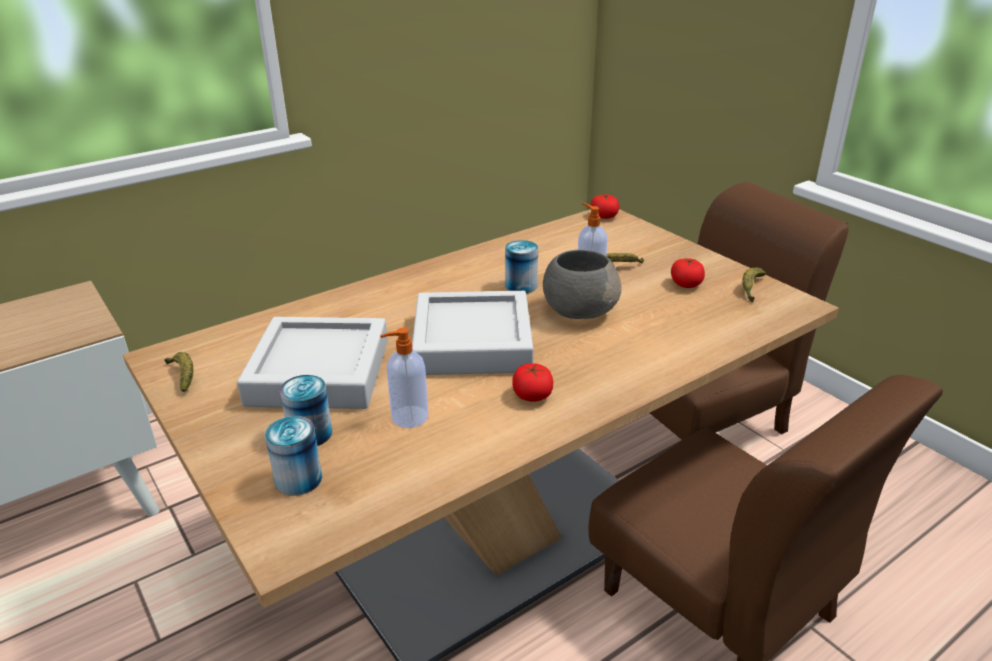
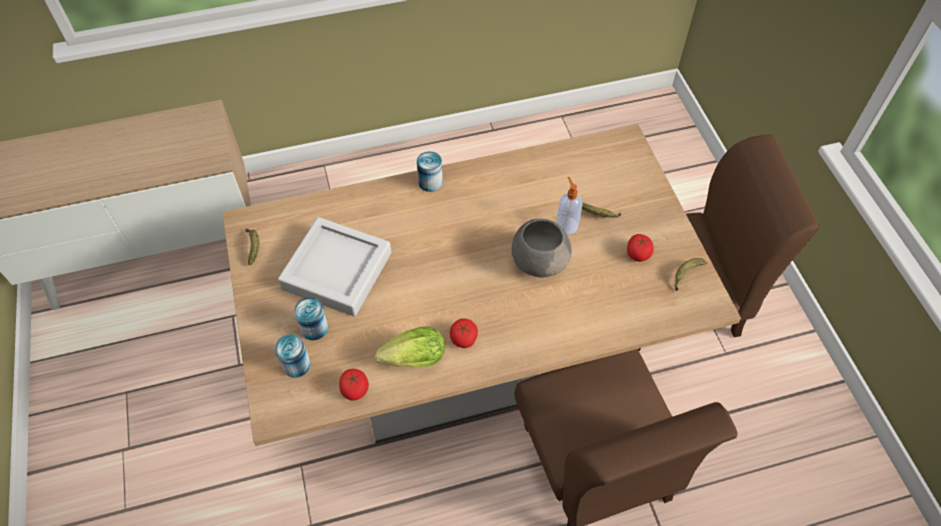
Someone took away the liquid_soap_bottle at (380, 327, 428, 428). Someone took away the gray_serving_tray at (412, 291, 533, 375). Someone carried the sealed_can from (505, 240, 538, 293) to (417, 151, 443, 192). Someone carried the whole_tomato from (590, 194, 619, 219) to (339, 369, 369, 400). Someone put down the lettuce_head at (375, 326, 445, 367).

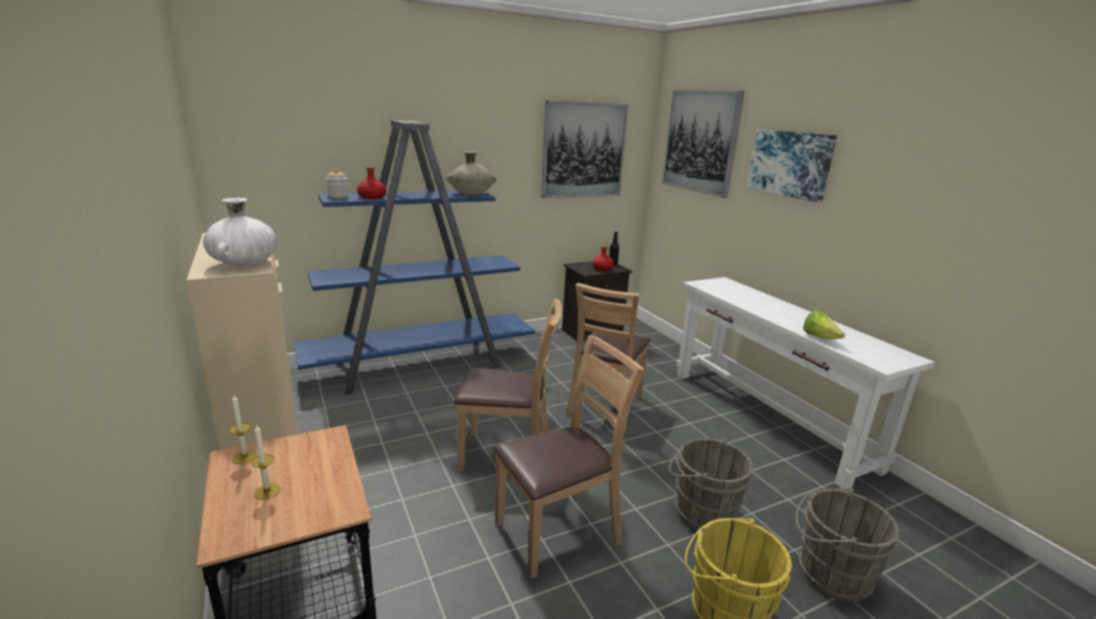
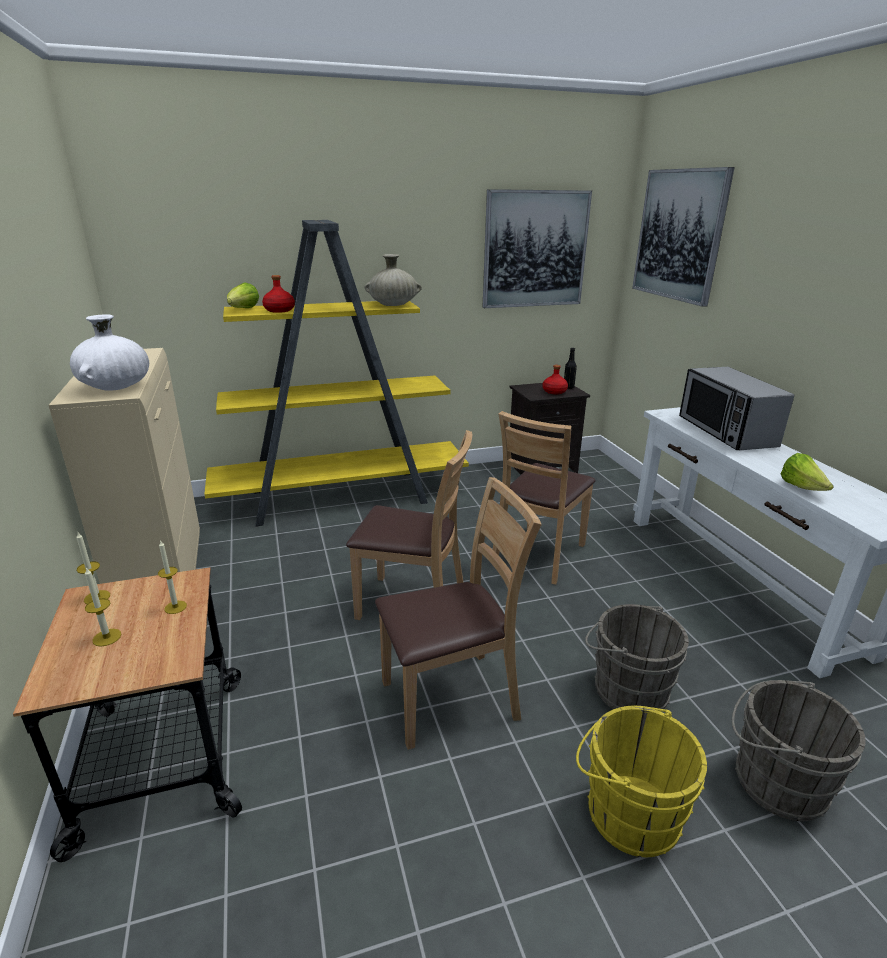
Someone repainted the blue-coloured_shelving_unit at (294, 120, 535, 394), which became the yellow-coloured_shelving_unit at (204, 220, 469, 526). Someone swapped the preserve_jar at (326, 169, 349, 198) for the lettuce_head at (227, 282, 259, 308). Someone took away the wall_art at (747, 129, 837, 203). Someone put down the candle at (158, 540, 187, 614). Someone put down the kitchen_microwave at (679, 367, 794, 450).

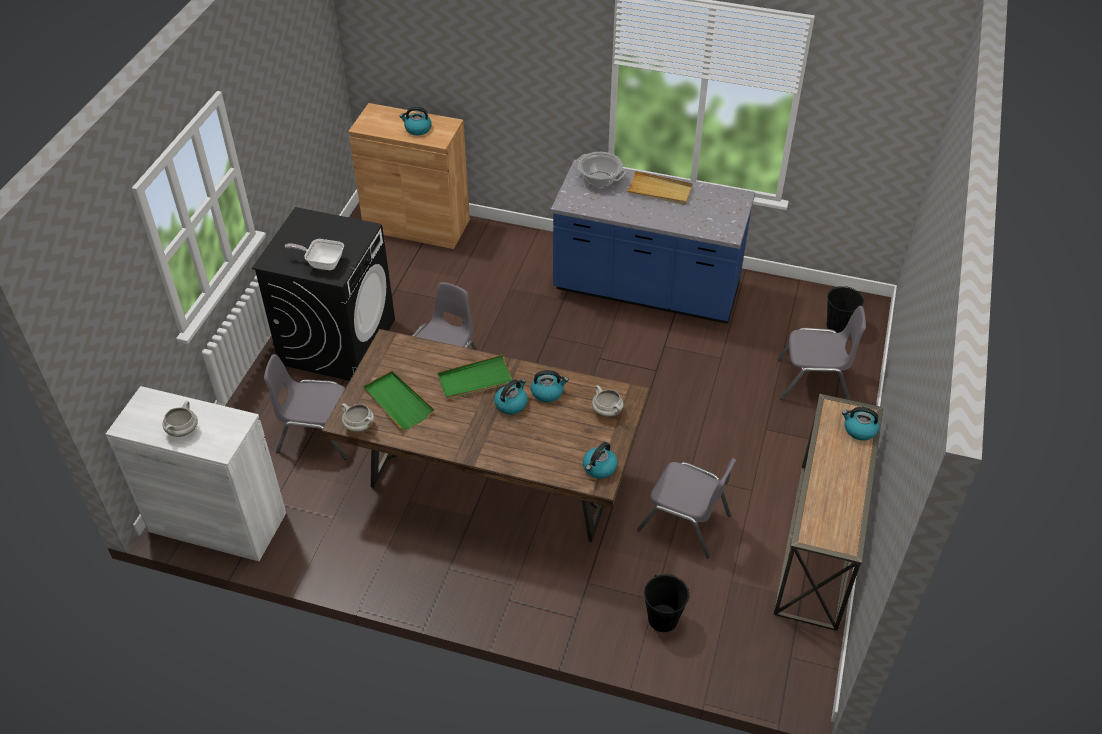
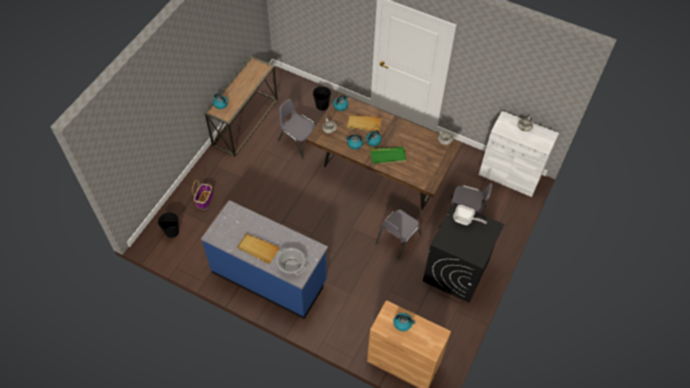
Someone took away the green_serving_tray at (364, 371, 434, 430). Someone swapped the gray_upright_chair at (777, 306, 866, 400) for the household_basket at (192, 180, 213, 210). Someone put down the beige-coloured_serving_tray at (346, 114, 382, 132).

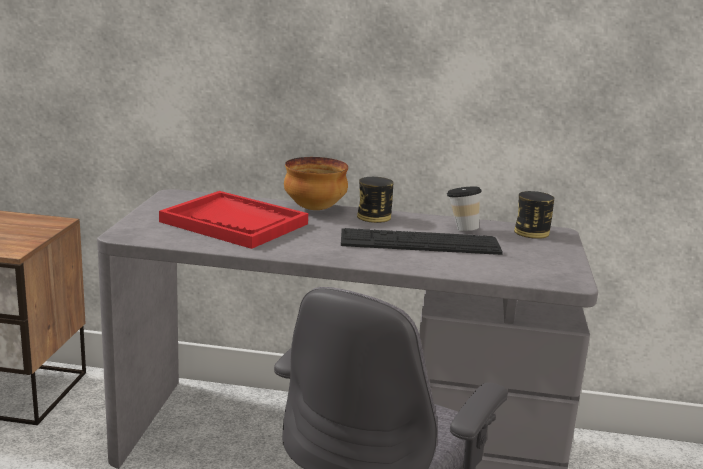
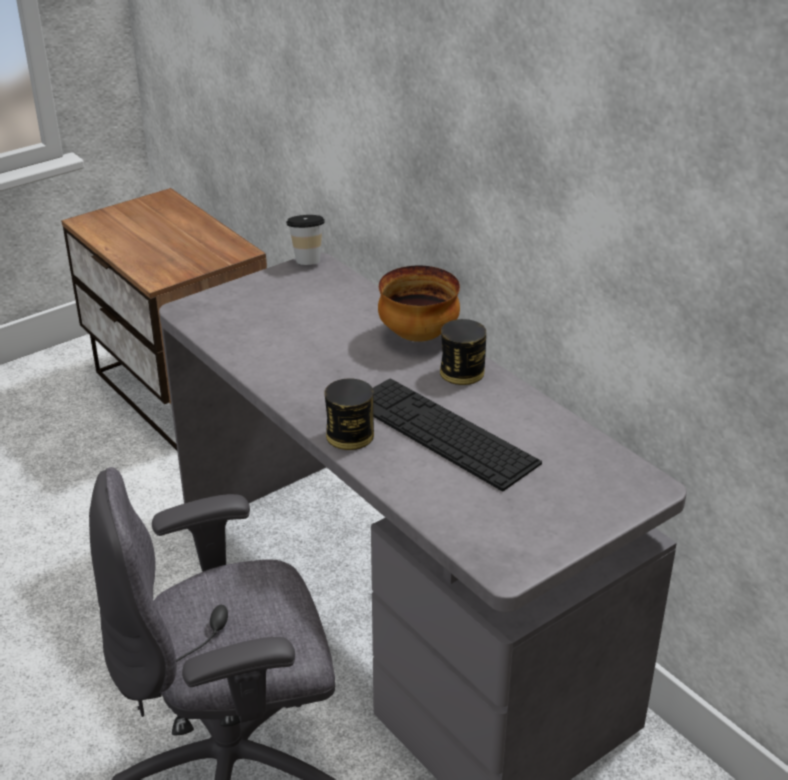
Someone took away the red_serving_tray at (159, 191, 308, 249). Someone carried the drinking_cup from (447, 186, 482, 231) to (286, 215, 325, 265). Someone carried the sealed_can from (514, 191, 554, 239) to (324, 378, 374, 450).

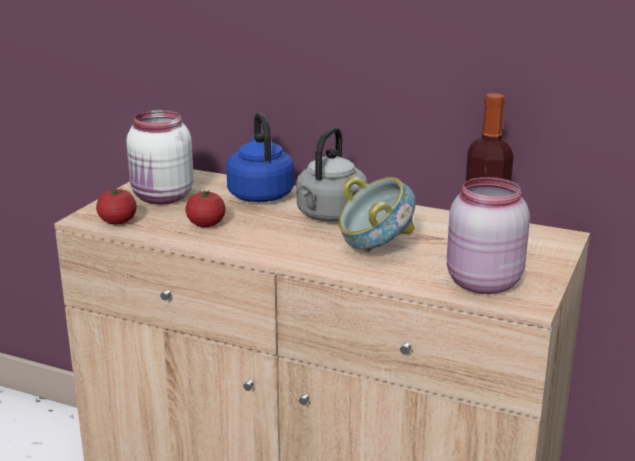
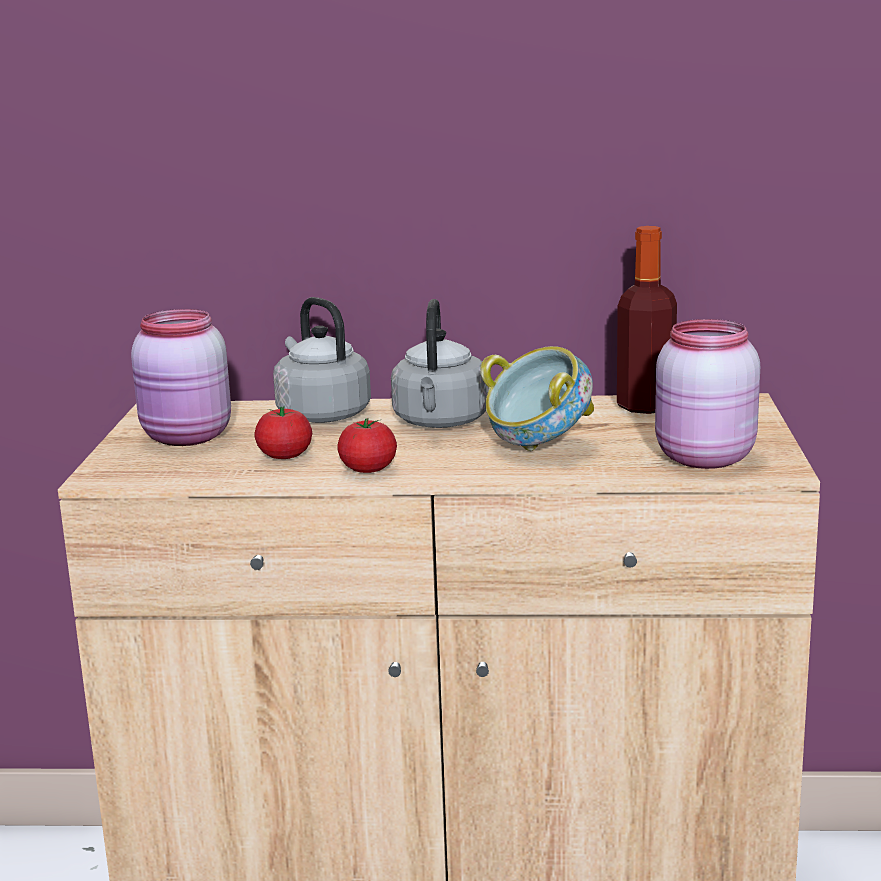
Someone carried the whole_tomato from (96, 188, 137, 225) to (337, 418, 397, 473). Someone repainted the white-coloured_preserve_jar at (126, 110, 194, 204), which became the pink-coloured_preserve_jar at (131, 309, 231, 446). Someone repainted the blue-coloured_kettle at (226, 112, 294, 202), which became the gray_kettle at (273, 297, 371, 423).

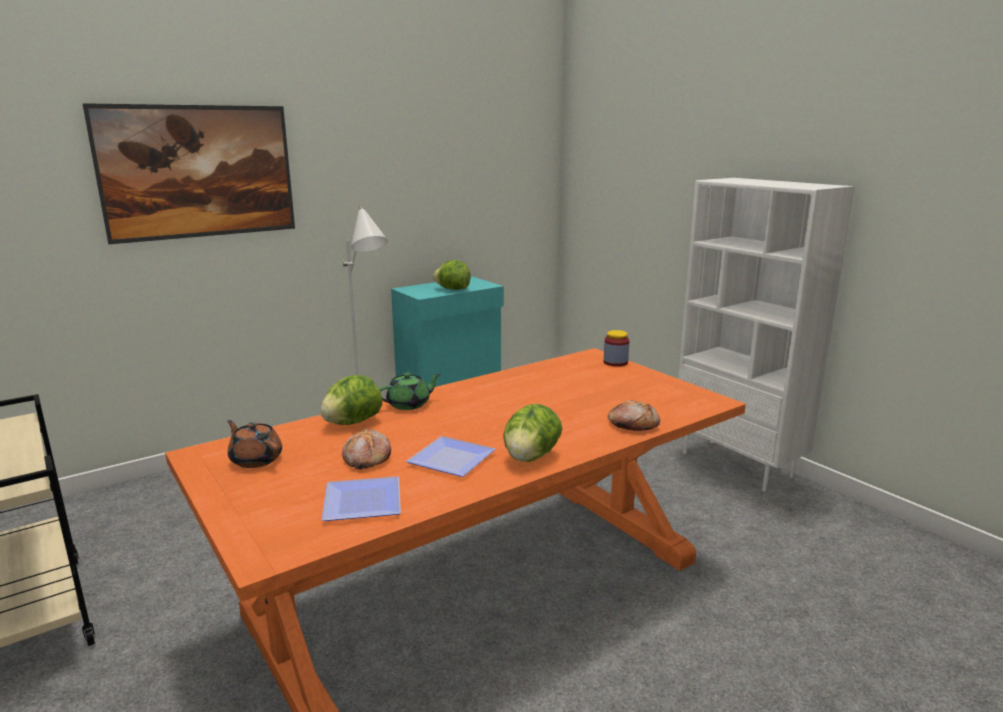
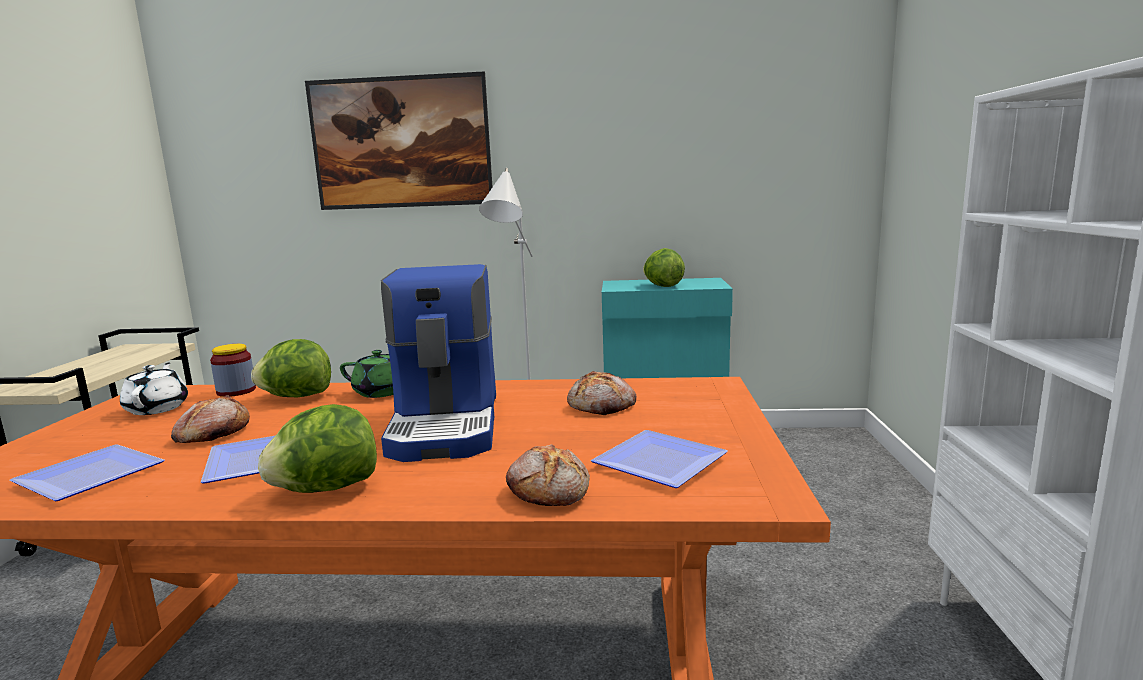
Someone repainted the brown-coloured_tea_pot at (227, 420, 282, 468), which became the white-coloured_tea_pot at (120, 362, 188, 415). Someone carried the preserve_jar from (604, 330, 629, 367) to (210, 344, 256, 397). Someone put down the coffee_brewer at (381, 264, 496, 462). Someone put down the baked_bread at (567, 371, 636, 415). Someone put down the dinner_plate at (591, 430, 728, 488).

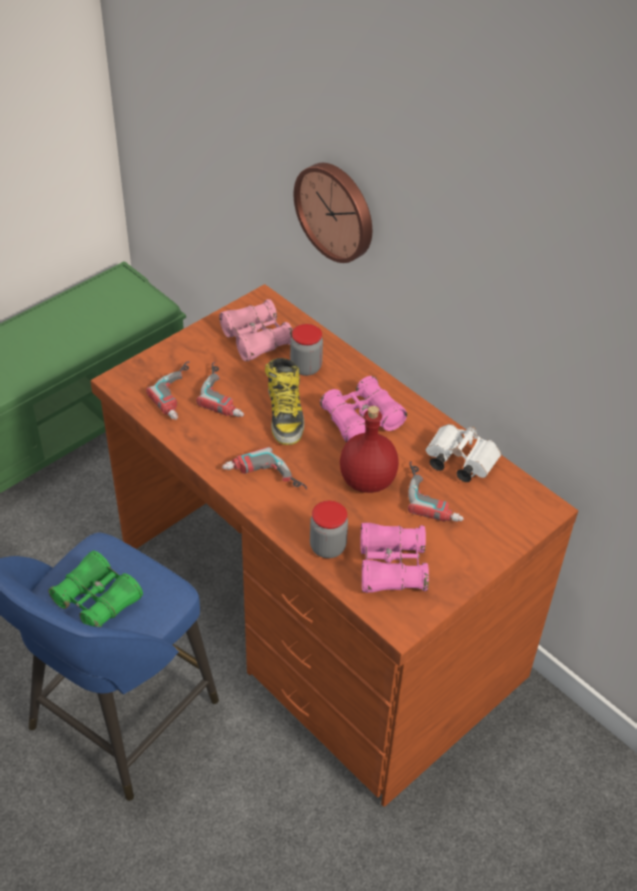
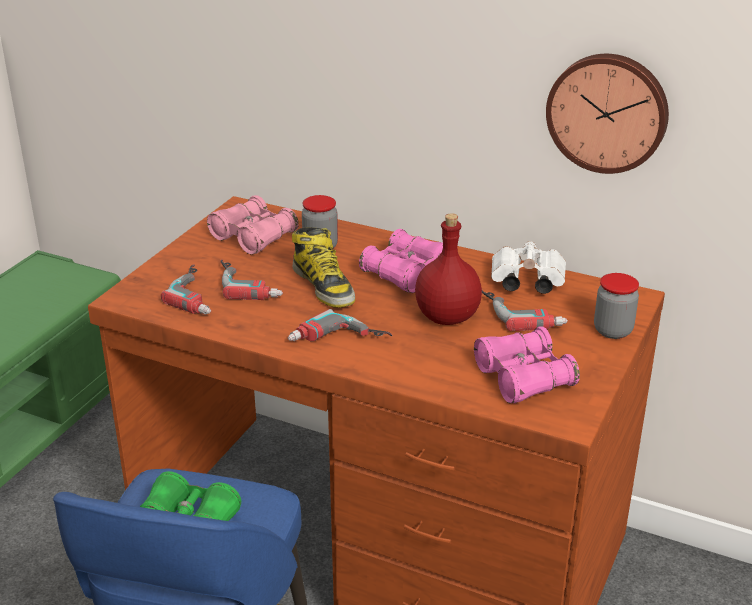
Someone carried the clock_on_the_wall from (294, 163, 372, 263) to (546, 54, 669, 174). Someone carried the preserve_jar from (310, 501, 348, 558) to (594, 273, 639, 339).

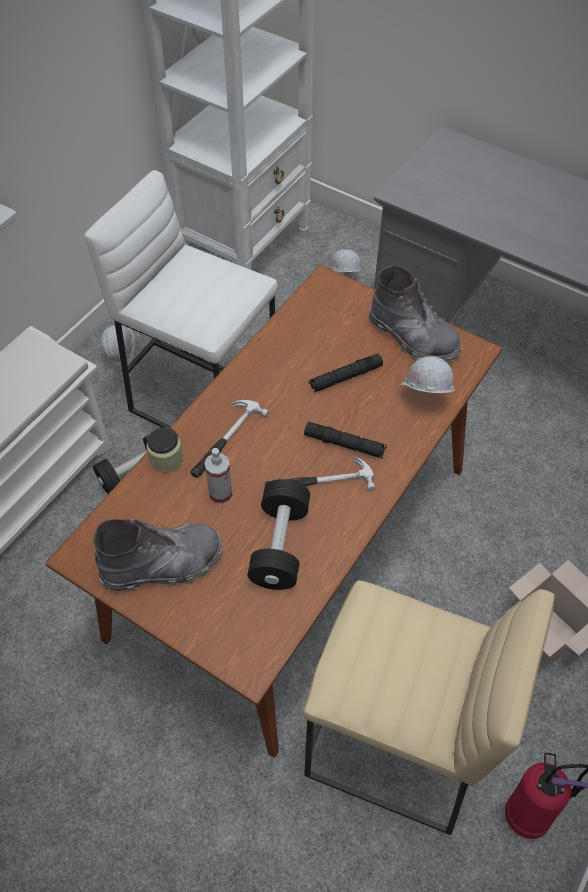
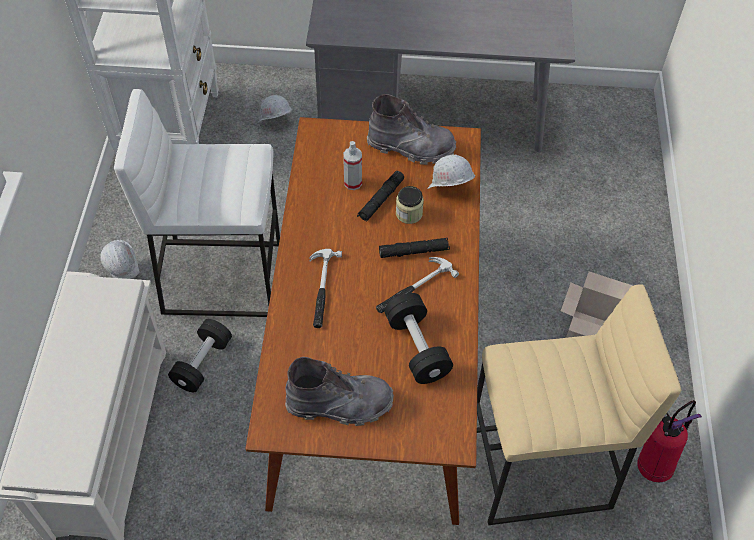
Someone rotated the gray_boot at (93, 519, 223, 592) by 45 degrees clockwise. Someone carried the preserve_jar from (147, 427, 183, 473) to (396, 186, 424, 224). Someone carried the spray_bottle from (205, 448, 233, 504) to (343, 141, 362, 190).

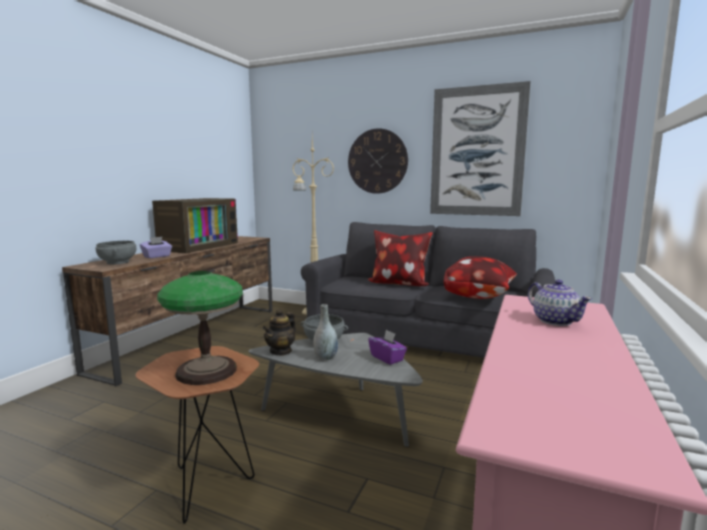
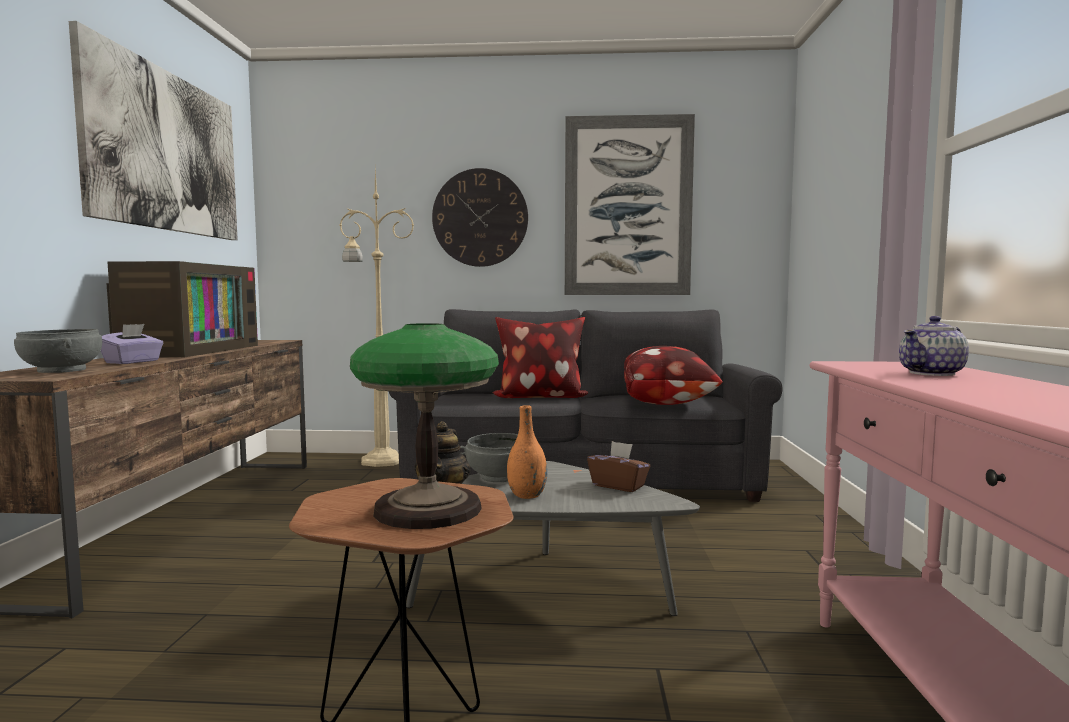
Someone repainted the gray_flower_vase at (313, 304, 338, 360), which became the orange-coloured_flower_vase at (507, 405, 547, 499). Someone repainted the purple-coloured_box_of_tissues at (368, 330, 407, 365), which became the brown-coloured_box_of_tissues at (587, 441, 650, 492). Someone rotated the tea_pot at (528, 280, 592, 326) by 105 degrees clockwise. Someone put up the wall_art at (69, 21, 238, 240).

